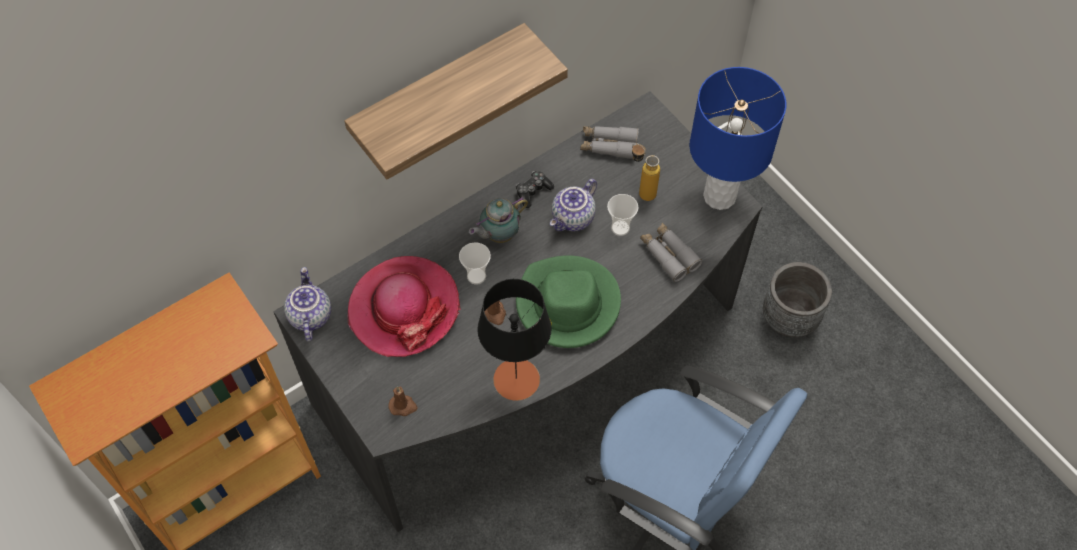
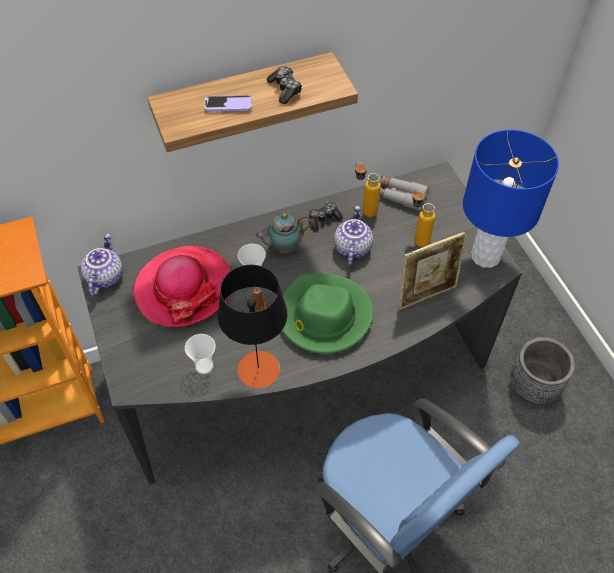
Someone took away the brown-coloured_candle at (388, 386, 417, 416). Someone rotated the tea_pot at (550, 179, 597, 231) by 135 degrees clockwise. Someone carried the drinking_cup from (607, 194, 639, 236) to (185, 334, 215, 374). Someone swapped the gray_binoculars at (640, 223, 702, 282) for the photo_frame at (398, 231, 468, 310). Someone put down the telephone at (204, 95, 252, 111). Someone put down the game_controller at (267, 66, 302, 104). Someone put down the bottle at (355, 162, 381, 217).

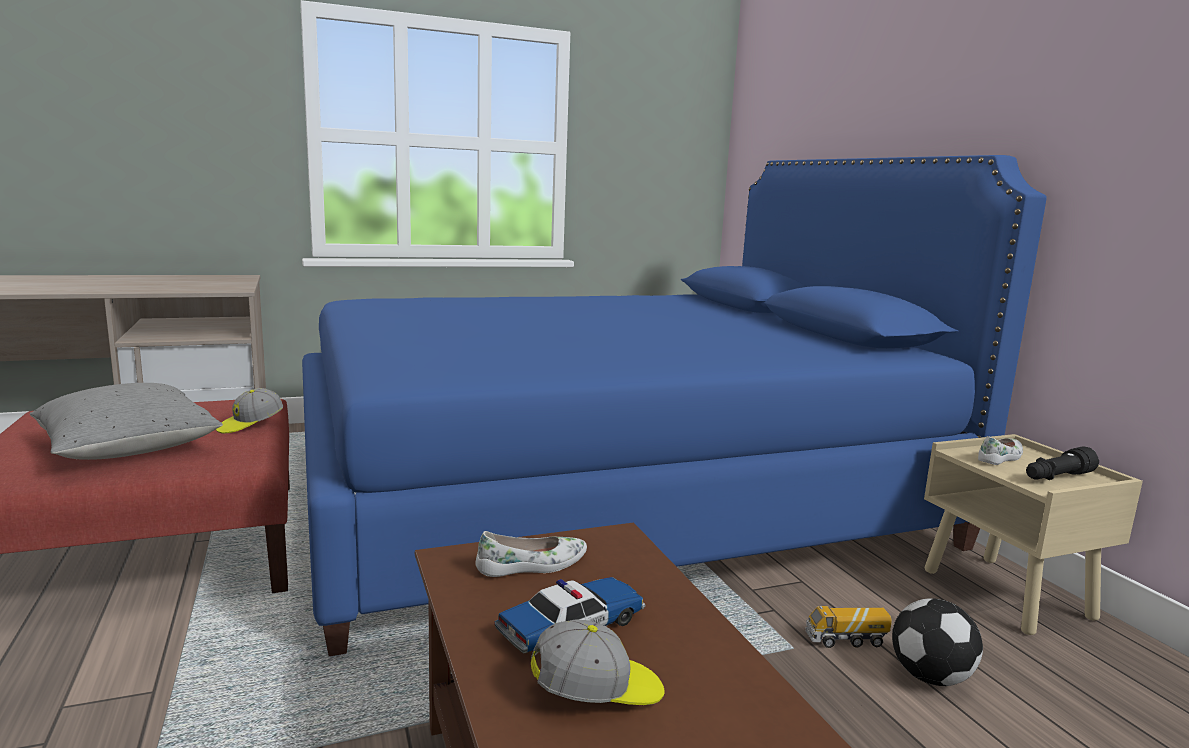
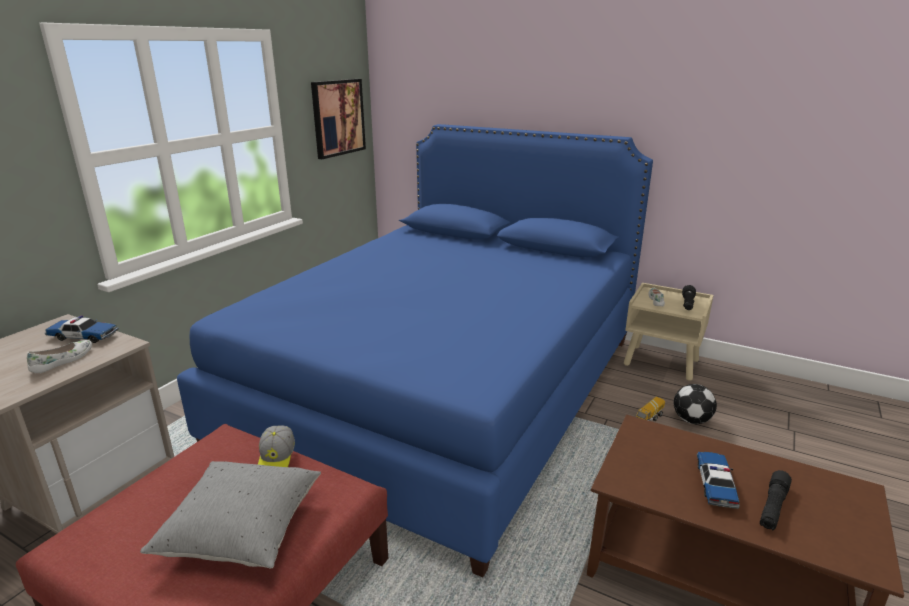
Someone carried the white-coloured_low_shoe from (475, 531, 587, 577) to (27, 340, 92, 373). Someone swapped the cap at (531, 620, 664, 705) for the blackish_flashlight at (760, 470, 792, 530). Someone put down the miniature_car at (45, 315, 119, 343). Someone put up the wall_art at (311, 79, 366, 159).

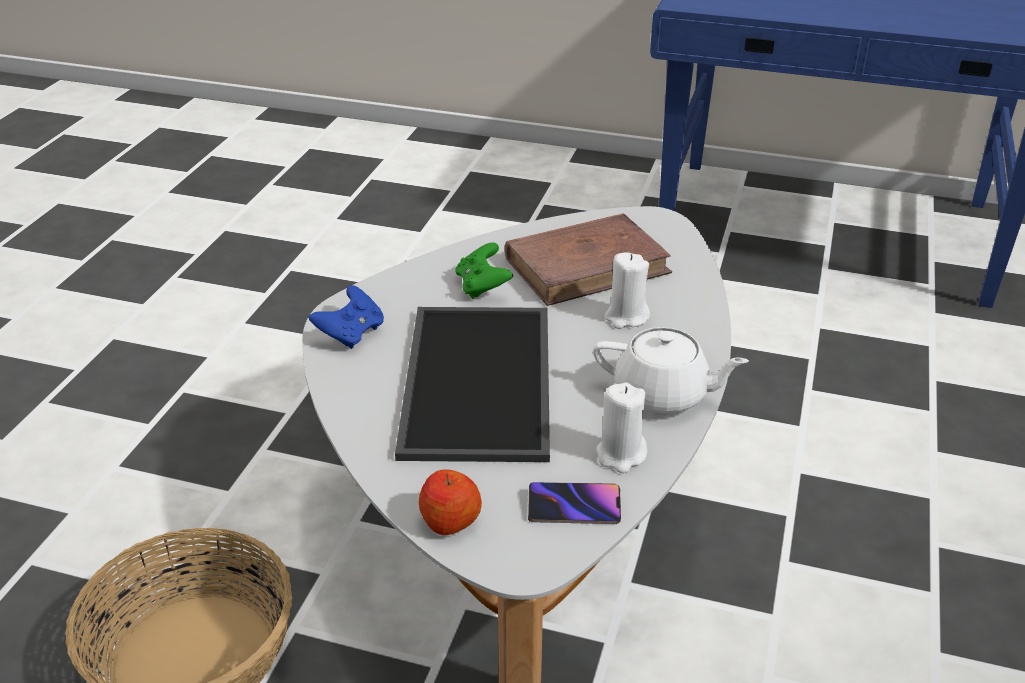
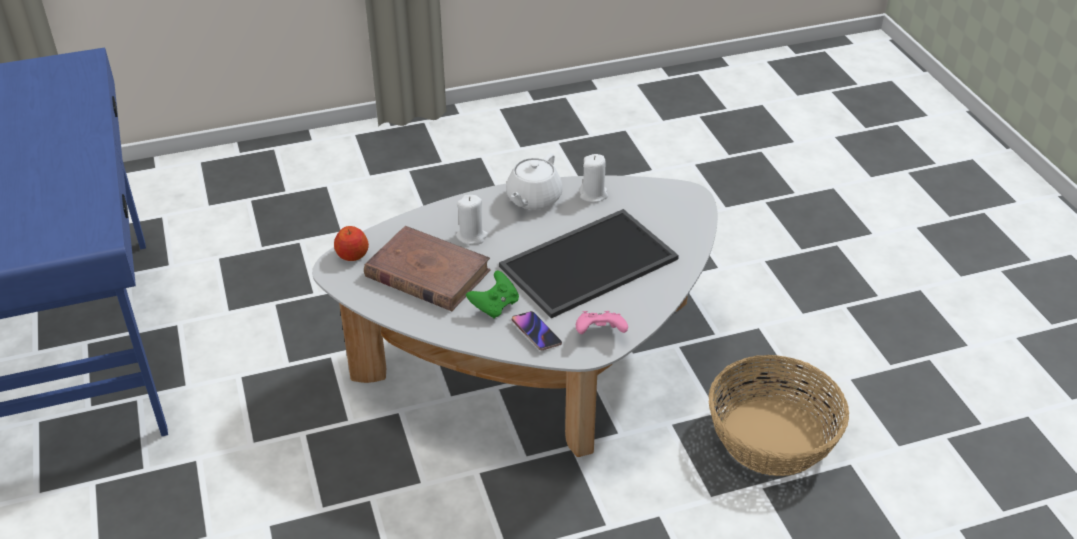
Someone repainted the blue-coloured_game_controller at (309, 285, 384, 349), which became the pink-coloured_game_controller at (576, 311, 628, 334). Someone carried the whole_apple from (419, 469, 482, 535) to (334, 226, 369, 261). Someone carried the telephone from (528, 482, 621, 524) to (511, 311, 562, 350). Someone rotated the white-coloured_tea_pot at (593, 327, 749, 415) by 135 degrees counterclockwise.

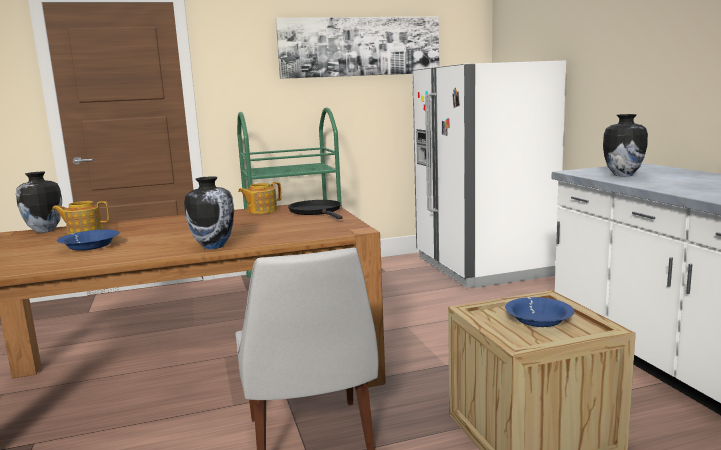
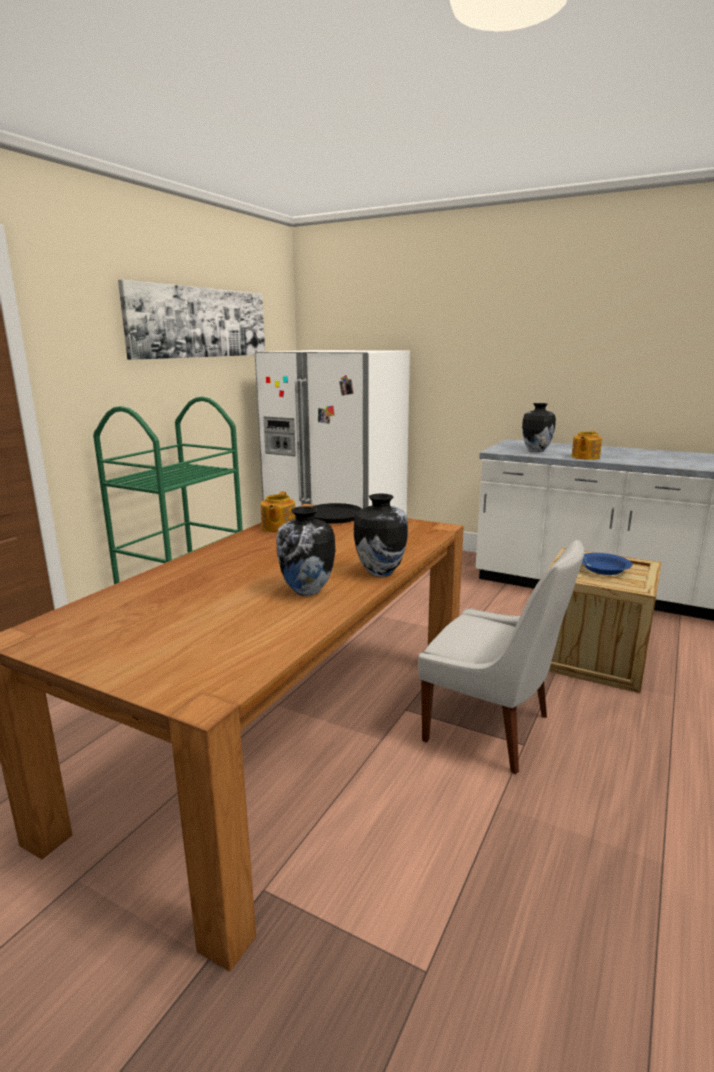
Someone carried the flower_vase from (16, 172, 62, 233) to (276, 506, 335, 596). Someone carried the tea_pot from (52, 201, 110, 235) to (572, 431, 602, 460). Someone took away the blue-coloured_deep_dish at (57, 230, 120, 251).

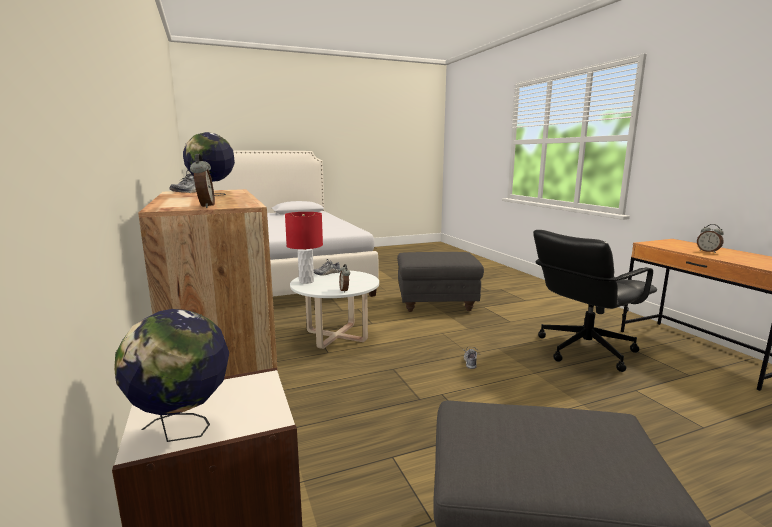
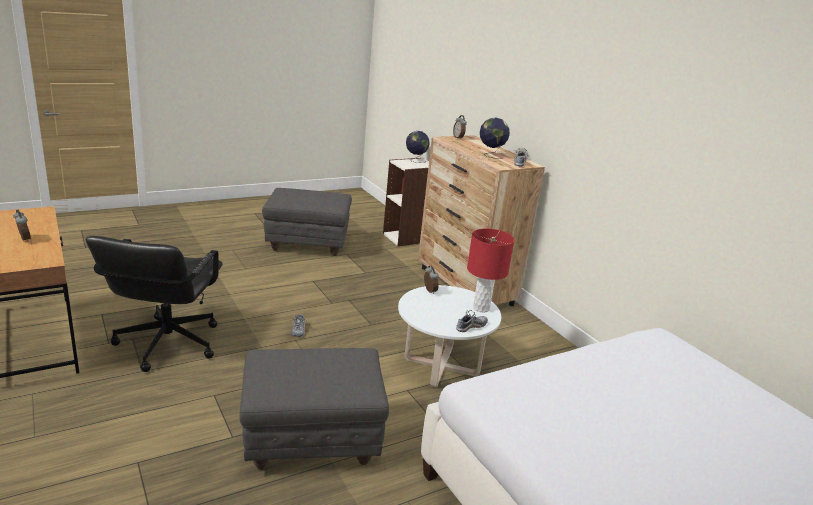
Someone rotated the blackish_computer_chair at (533, 230, 657, 372) by 135 degrees clockwise.

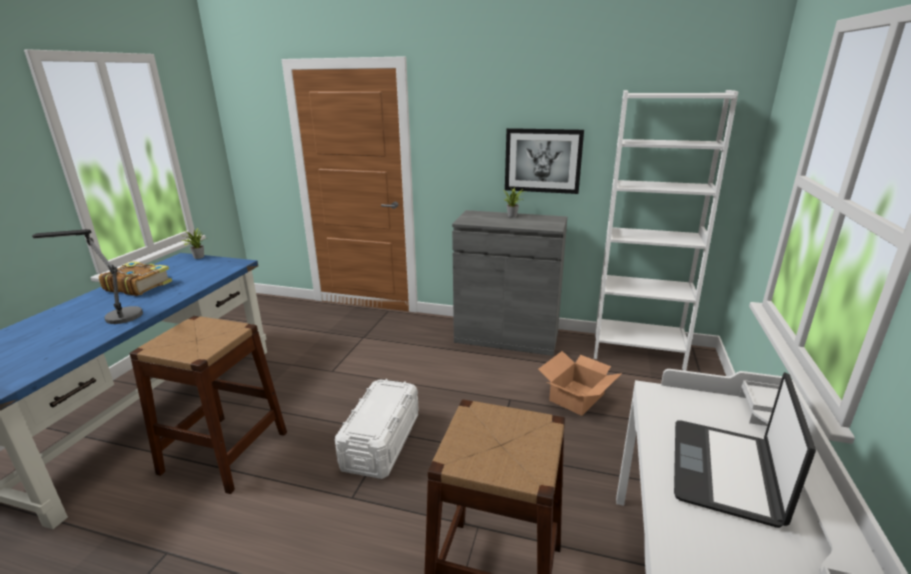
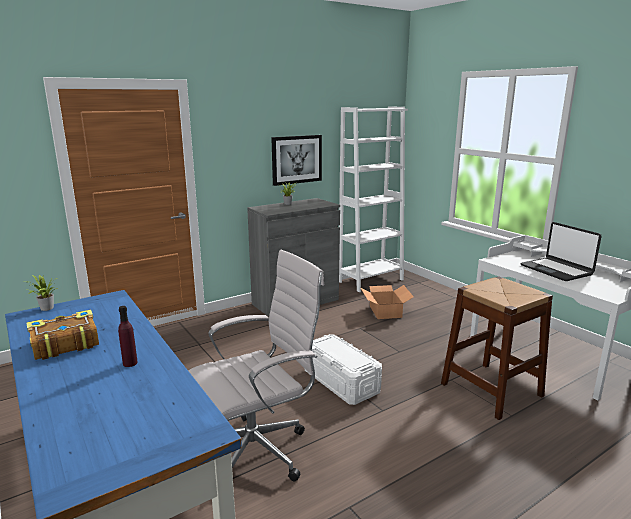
Someone swapped the tabletop_lamp at (32, 229, 143, 324) for the purple-coloured_bottle at (118, 306, 138, 367). Someone swapped the brown-coloured_stool at (129, 316, 287, 494) for the white-coloured_computer_chair at (188, 249, 324, 481).

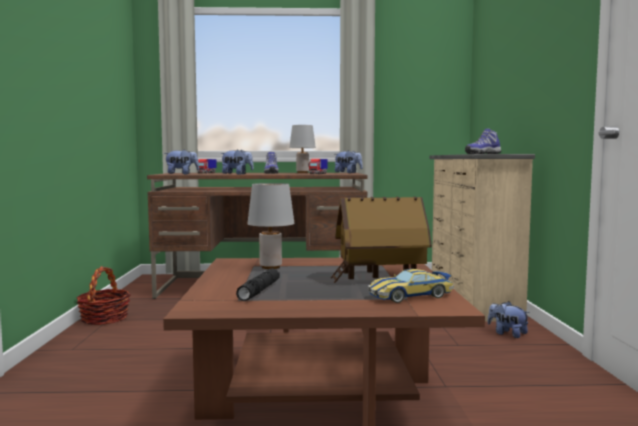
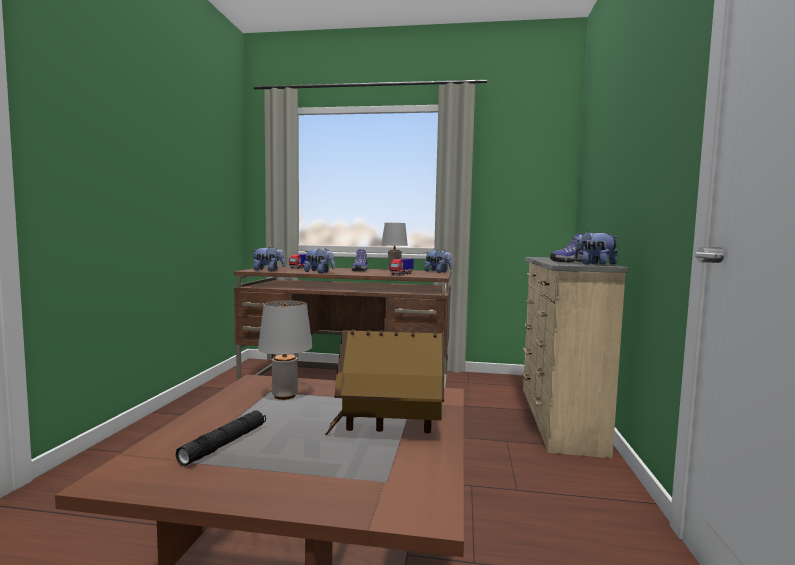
Someone took away the household_basket at (76, 266, 131, 325). Someone took away the miniature_car at (368, 269, 454, 303). Someone carried the plush_toy from (488, 301, 530, 338) to (574, 231, 618, 265).

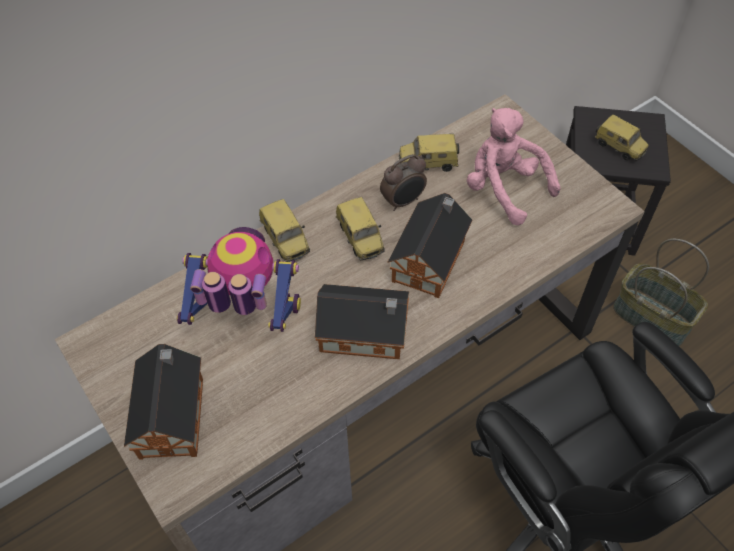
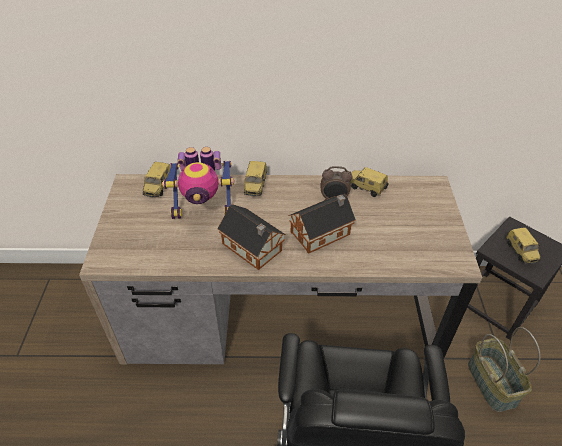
Someone took away the model_house at (124, 344, 203, 460). Someone rotated the toy_robot at (176, 227, 301, 332) by 135 degrees clockwise. Someone carried the miniature_car from (336, 197, 385, 261) to (143, 162, 171, 197). Someone took away the pink-coloured_plush_toy at (467, 108, 561, 226).

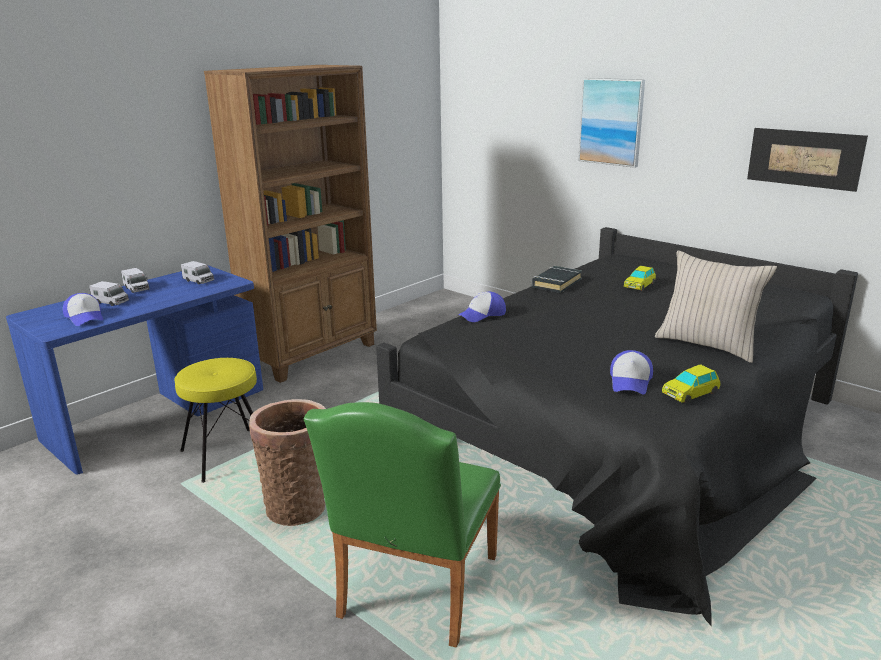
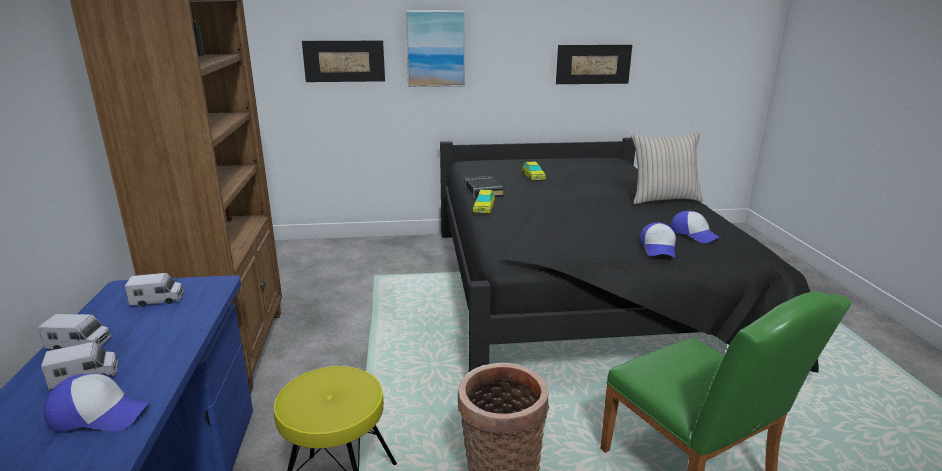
Someone carried the cap from (458, 291, 506, 322) to (640, 222, 676, 257). Someone carried the miniature_car from (662, 365, 721, 404) to (473, 190, 495, 214). Someone put up the wall_art at (302, 41, 385, 82).

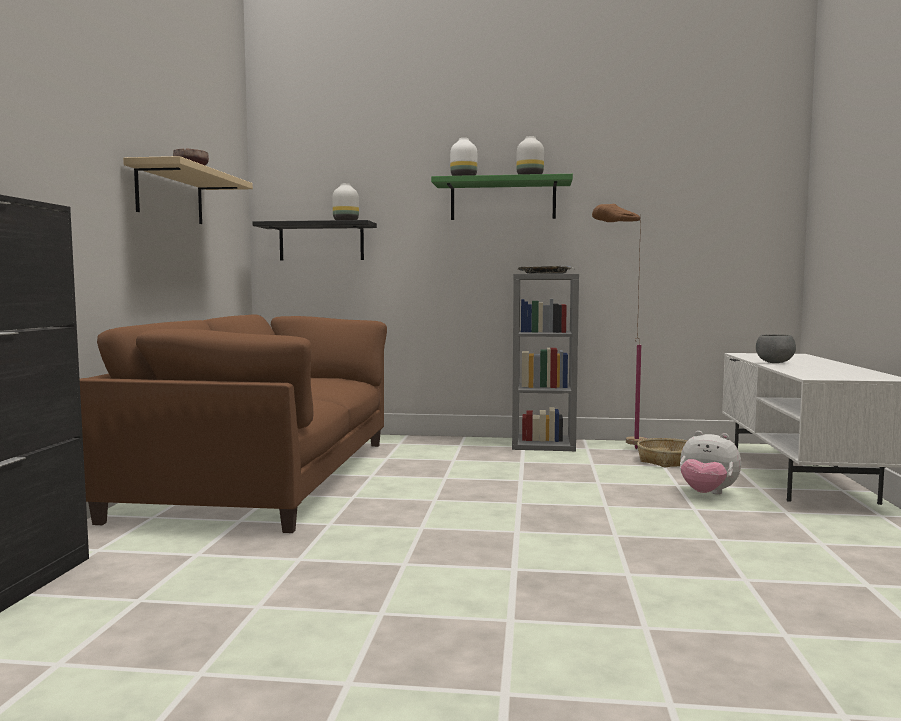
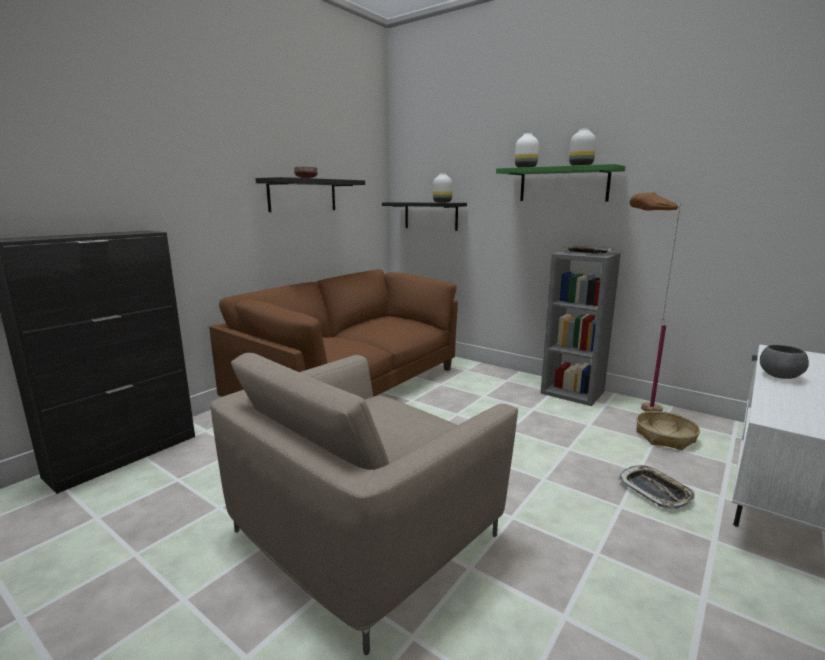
Someone repainted the beige-coloured_bracket_shelf at (123, 156, 253, 224), which became the blackish_bracket_shelf at (255, 177, 365, 212). Someone swapped the plush_toy at (680, 431, 741, 495) for the serving_tray at (618, 465, 695, 510). Someone put down the beige-coloured_lounge_chair at (211, 353, 518, 655).

